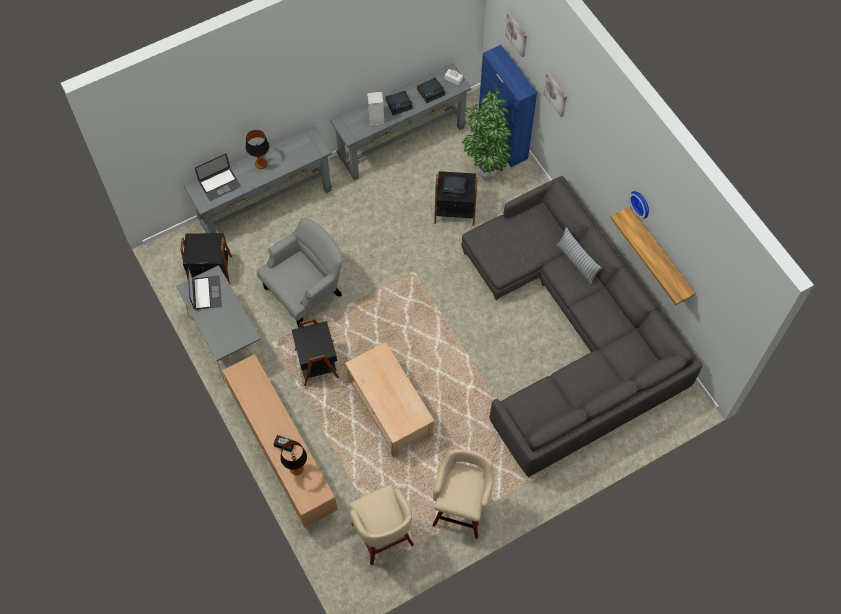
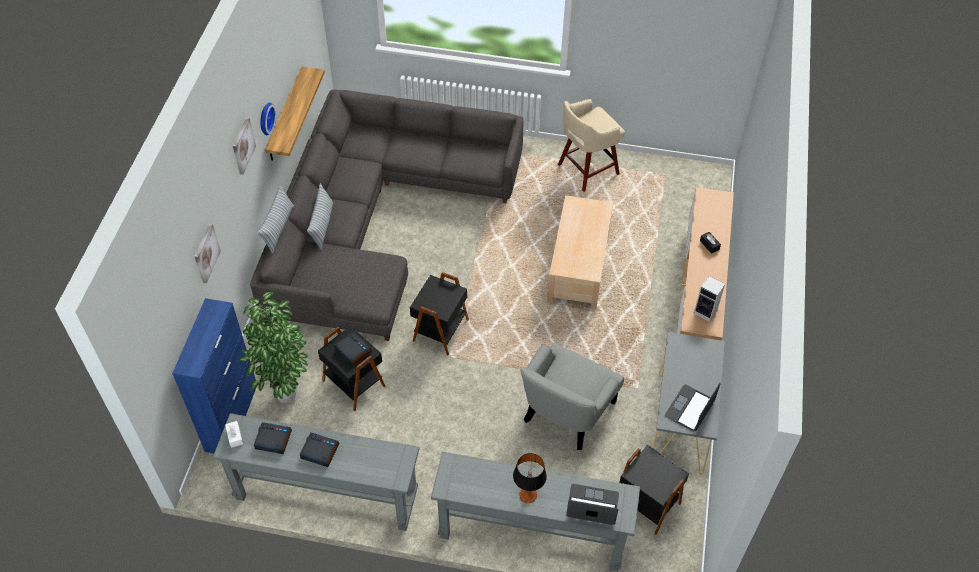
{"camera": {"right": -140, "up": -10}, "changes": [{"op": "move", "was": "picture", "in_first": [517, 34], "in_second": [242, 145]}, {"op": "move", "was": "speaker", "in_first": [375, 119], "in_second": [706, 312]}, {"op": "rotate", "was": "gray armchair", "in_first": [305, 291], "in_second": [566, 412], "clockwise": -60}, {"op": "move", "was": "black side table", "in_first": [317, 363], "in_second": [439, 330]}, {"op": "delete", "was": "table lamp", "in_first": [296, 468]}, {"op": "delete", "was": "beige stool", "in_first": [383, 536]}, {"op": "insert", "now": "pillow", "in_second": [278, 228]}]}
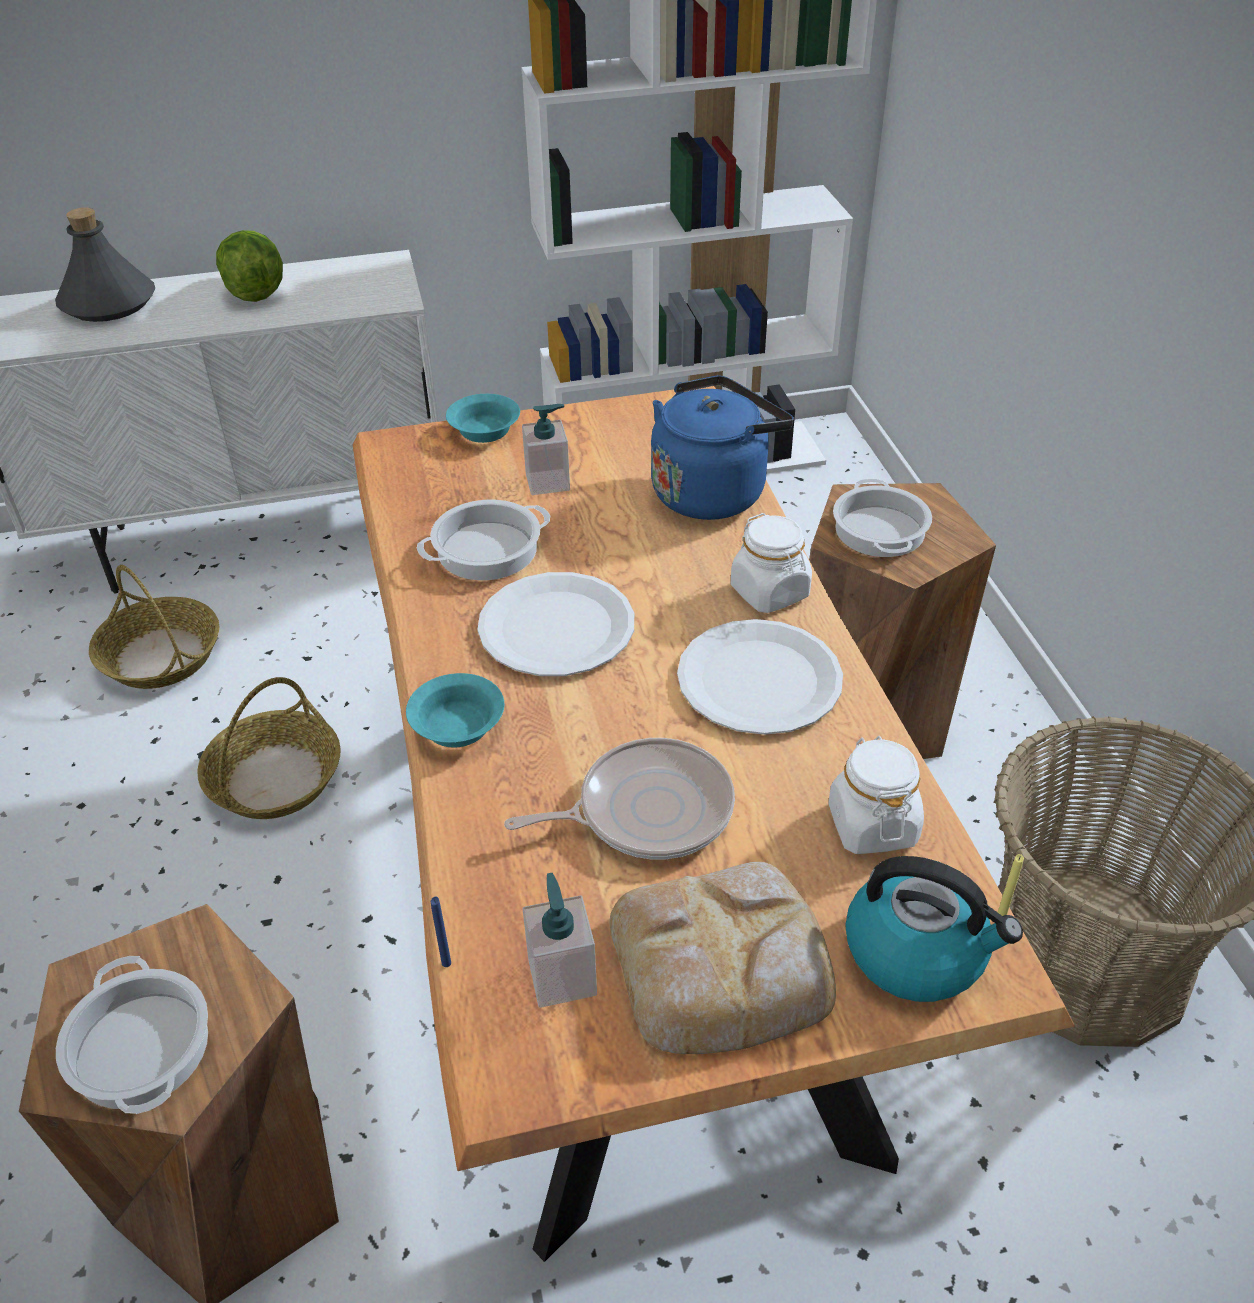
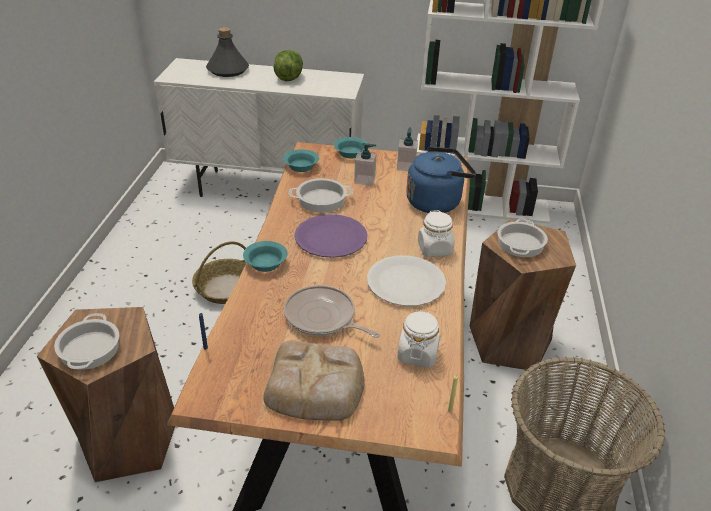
{"camera": {"right": 20, "up": -5}, "changes": [{"op": "delete", "was": "basket", "in_first": [162, 656]}, {"op": "recolor", "was": "whitish flat dish", "now": "purple flat dish", "in_first": [557, 628], "in_second": [331, 238]}, {"op": "rotate", "was": "skillet", "in_first": [647, 810], "in_second": [323, 318], "clockwise": -150}, {"op": "delete", "was": "tea kettle", "in_first": [917, 952]}, {"op": "move", "was": "soap dispenser", "in_first": [562, 976], "in_second": [406, 166]}, {"op": "insert", "now": "blue-green deep dish", "in_second": [302, 166]}]}
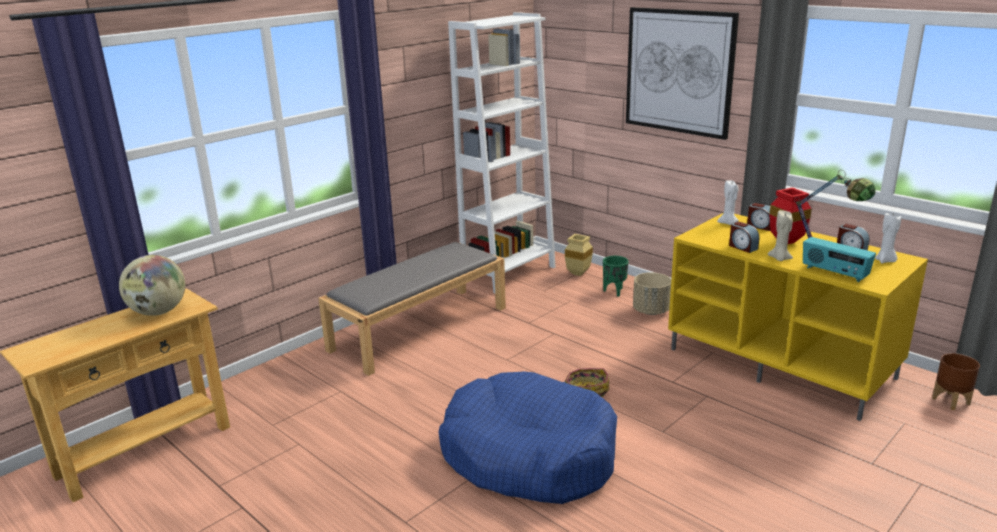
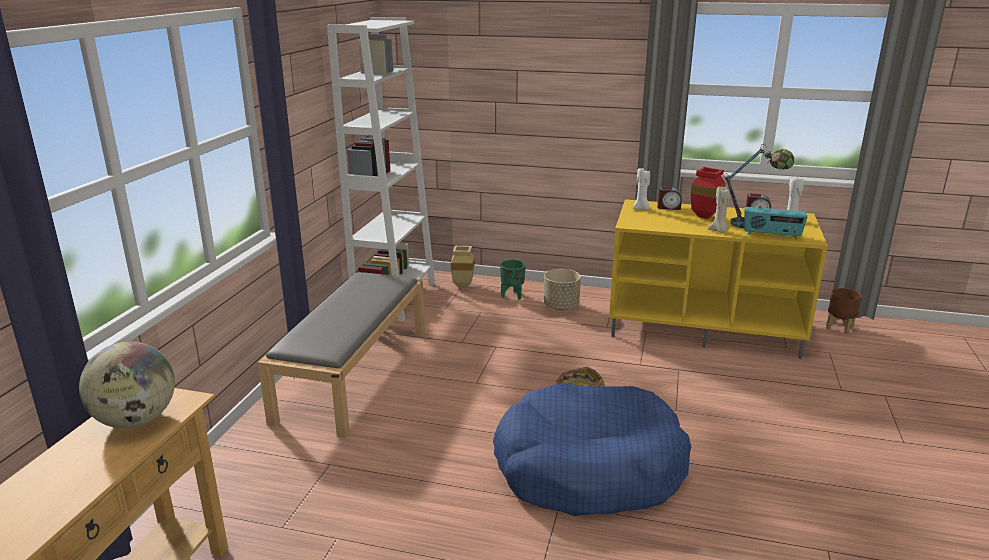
{"camera": {"right": -30, "up": 0}, "changes": [{"op": "delete", "was": "picture", "in_first": [679, 71]}, {"op": "delete", "was": "table clock", "in_first": [742, 247]}]}
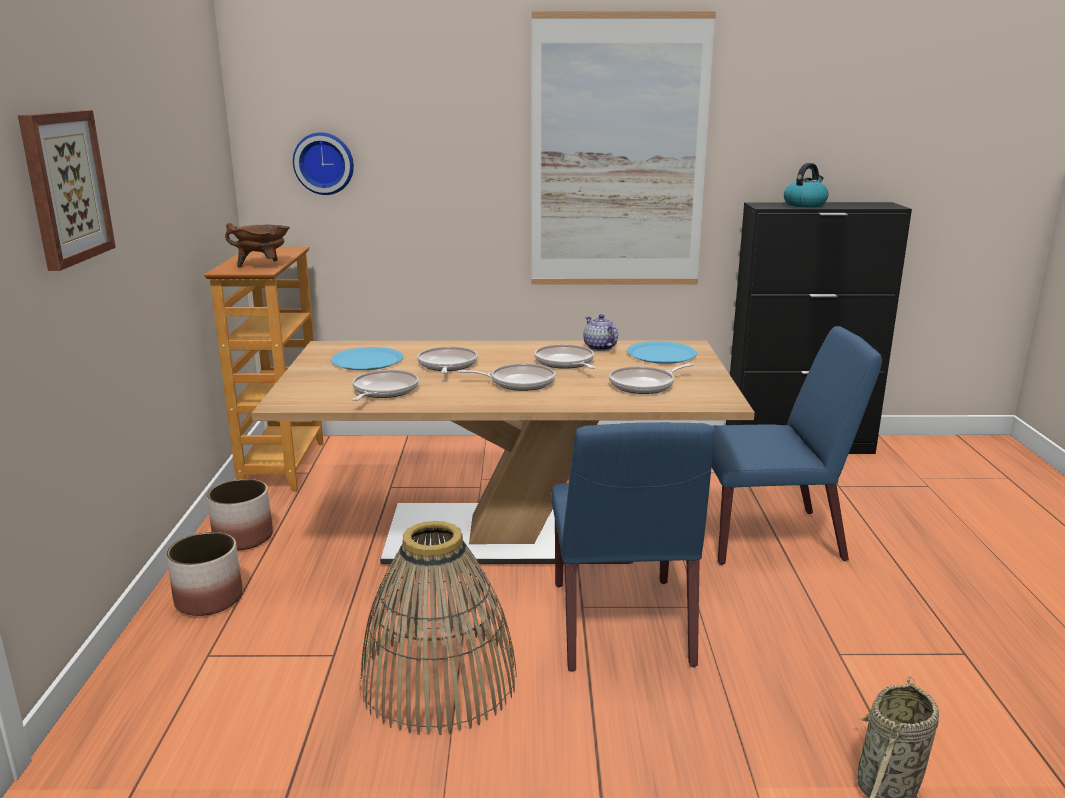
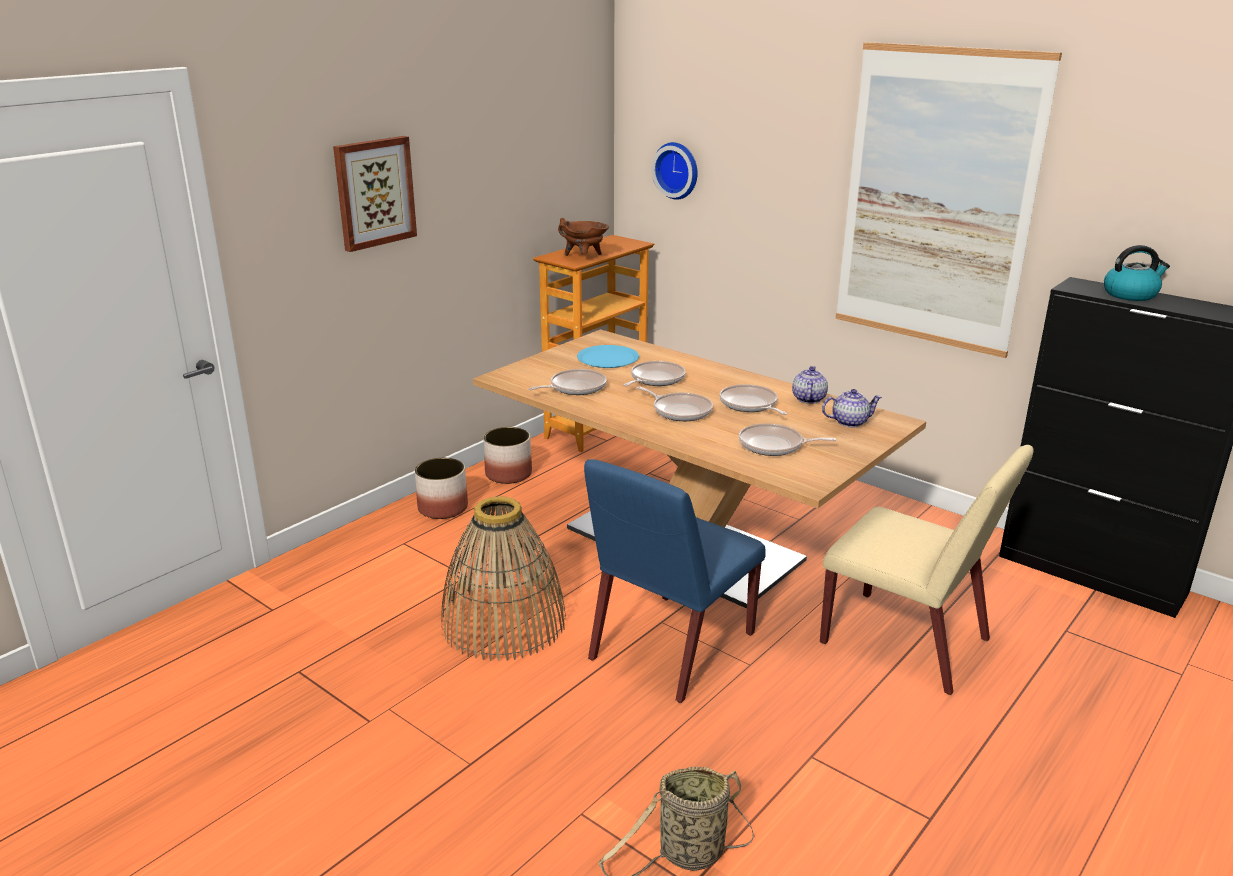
{"camera": {"right": 40, "up": 5}, "changes": [{"op": "recolor", "was": "bluish plain chair", "now": "beige plain chair", "in_first": [769, 537], "in_second": [907, 642]}, {"op": "replace", "was": "bluish flat dish", "now": "teapot", "in_first": [661, 354], "in_second": [850, 422]}, {"op": "rotate", "was": "skillet", "in_first": [565, 363], "in_second": [750, 405], "clockwise": -45}]}
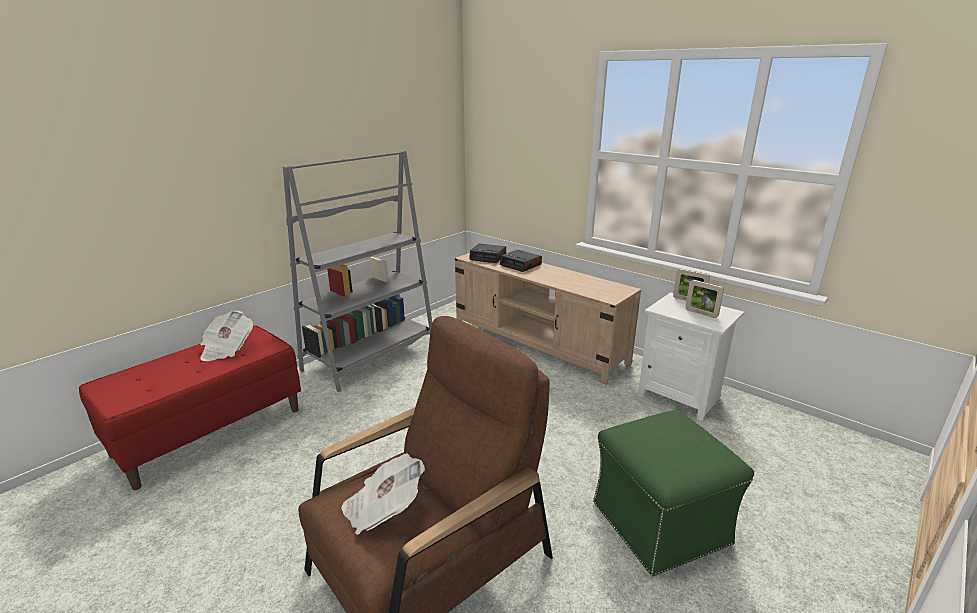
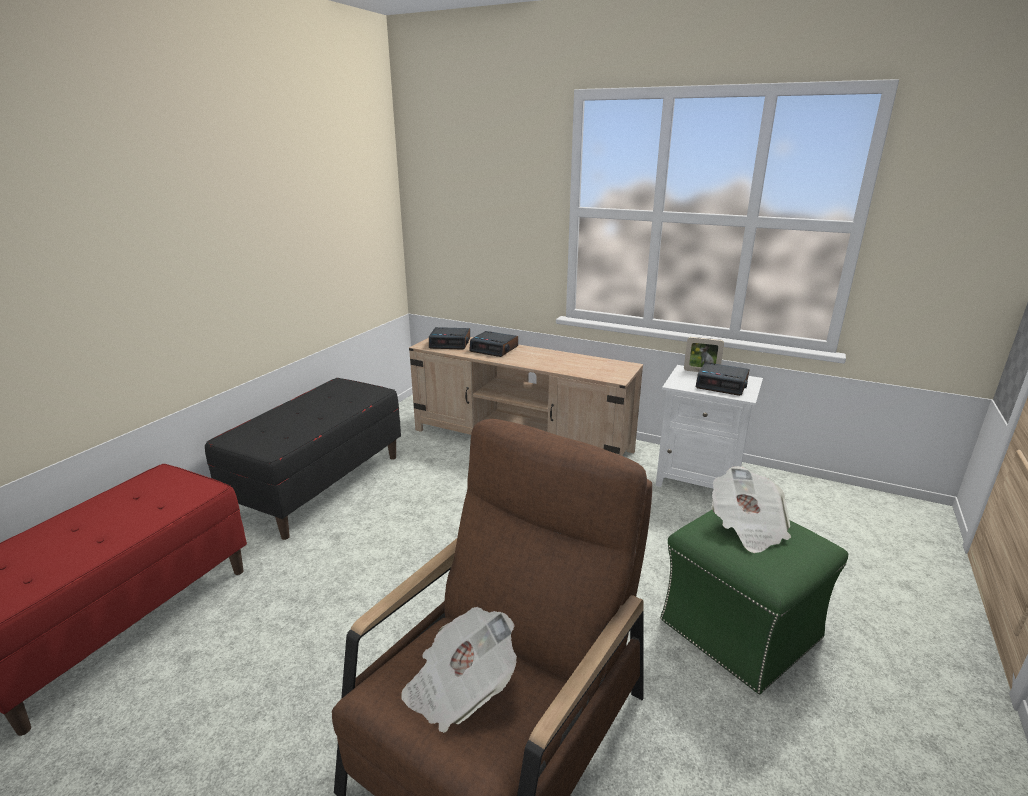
{"camera": {"right": -15, "up": 0}, "changes": [{"op": "replace", "was": "gray bookshelf", "now": "black bench", "in_first": [371, 357], "in_second": [319, 485]}, {"op": "replace", "was": "standing frame", "now": "table clock", "in_first": [701, 313], "in_second": [722, 384]}, {"op": "move", "was": "newspaper", "in_first": [227, 349], "in_second": [747, 527]}]}
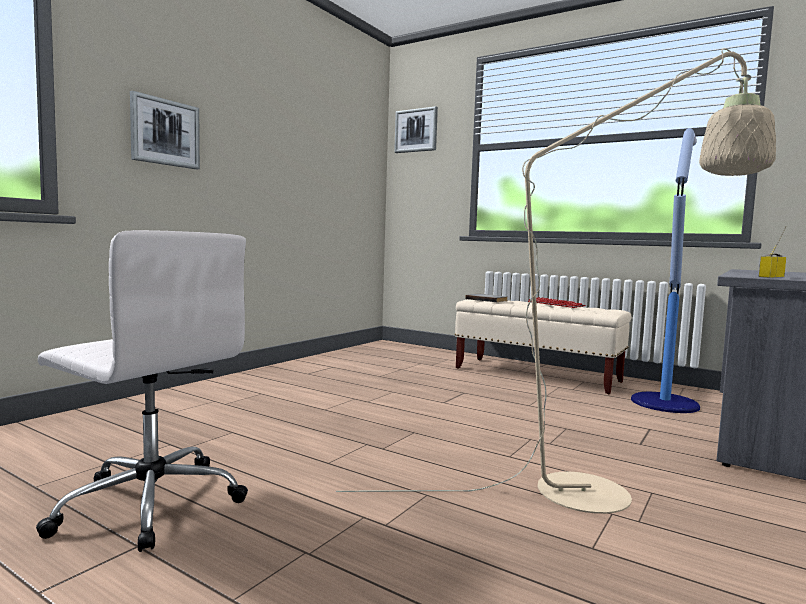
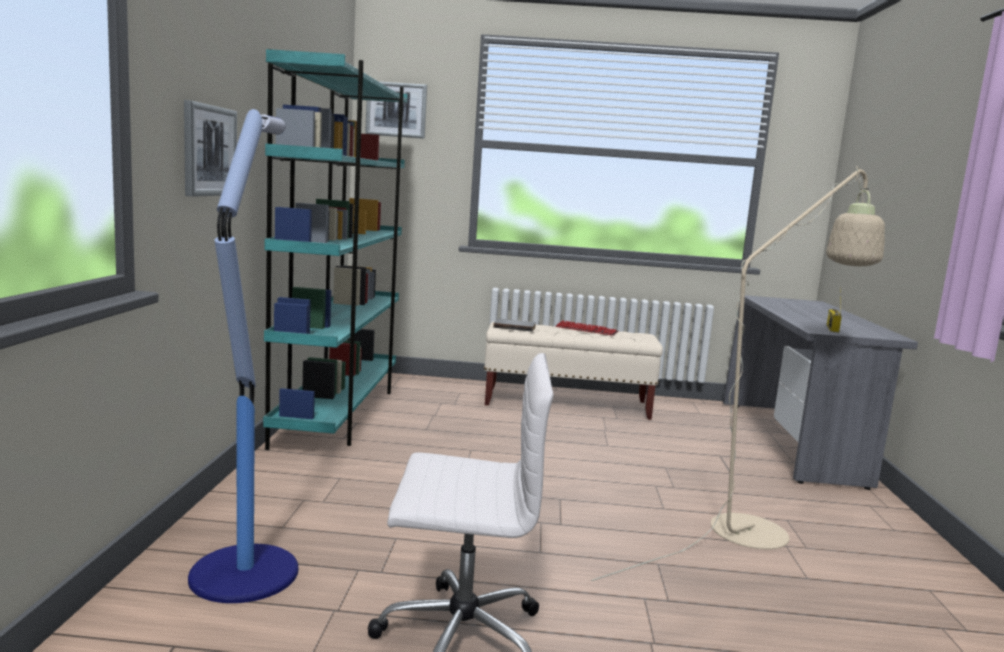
{"camera": {"right": -30, "up": 5}, "changes": [{"op": "move", "was": "standard lamp", "in_first": [664, 402], "in_second": [245, 570]}, {"op": "insert", "now": "blue-green bookshelf", "in_second": [339, 413]}]}
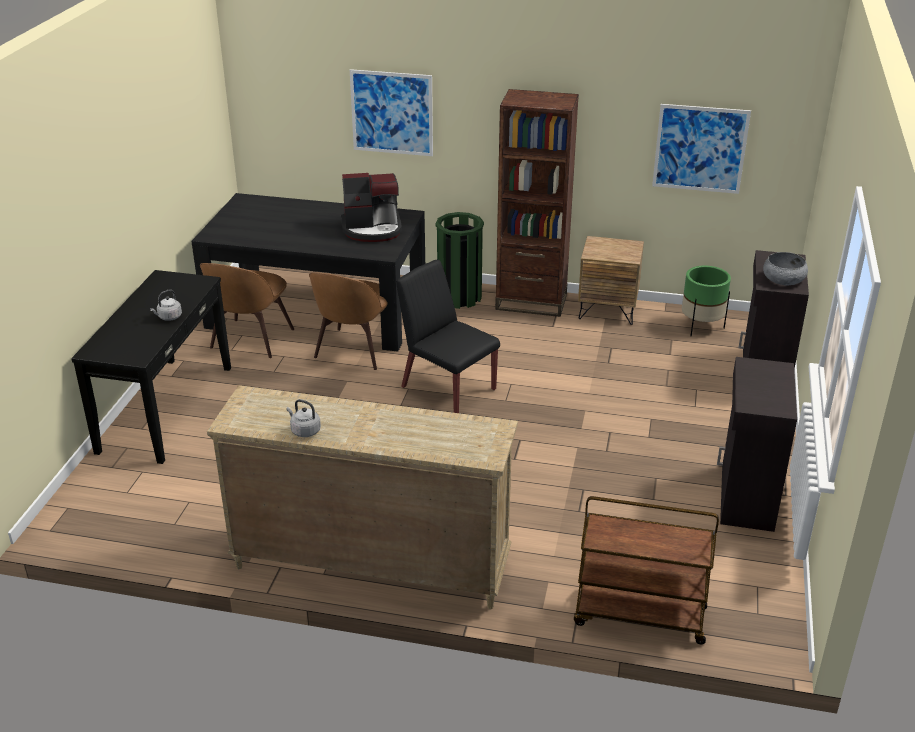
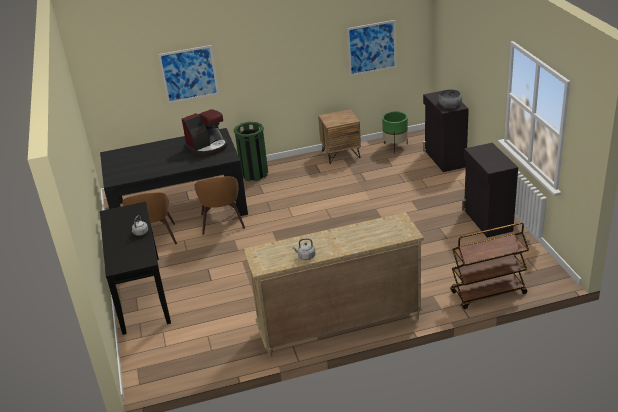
{"camera": {"right": -25, "up": 0}, "changes": [{"op": "delete", "was": "brown bookshelf", "in_first": [531, 302]}, {"op": "delete", "was": "black plain chair", "in_first": [447, 388]}]}
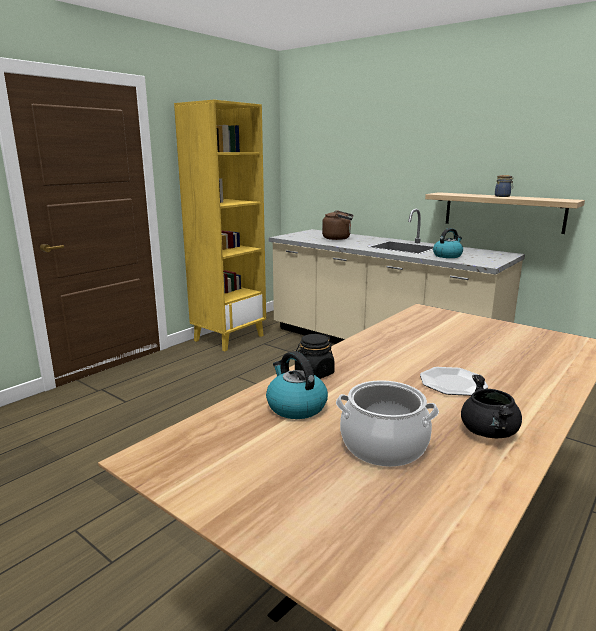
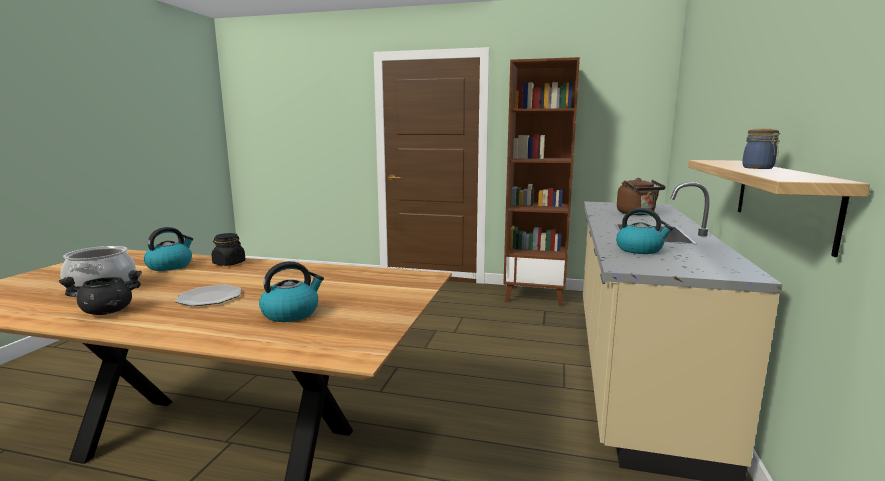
{"camera": {"right": 65, "up": -5}, "changes": [{"op": "recolor", "was": "yellowish bookshelf", "now": "brown bookshelf", "in_first": [229, 338], "in_second": [535, 296]}, {"op": "insert", "now": "tea kettle", "in_second": [291, 313]}]}
